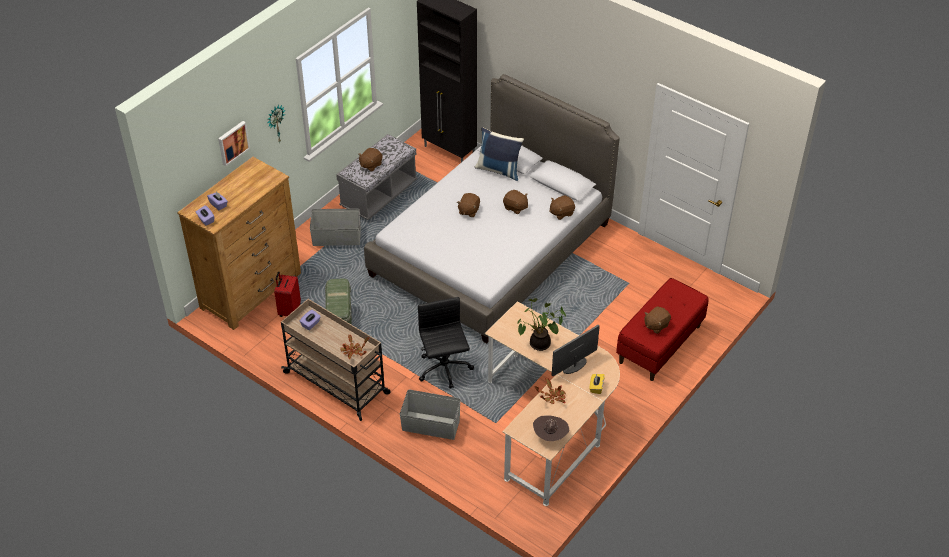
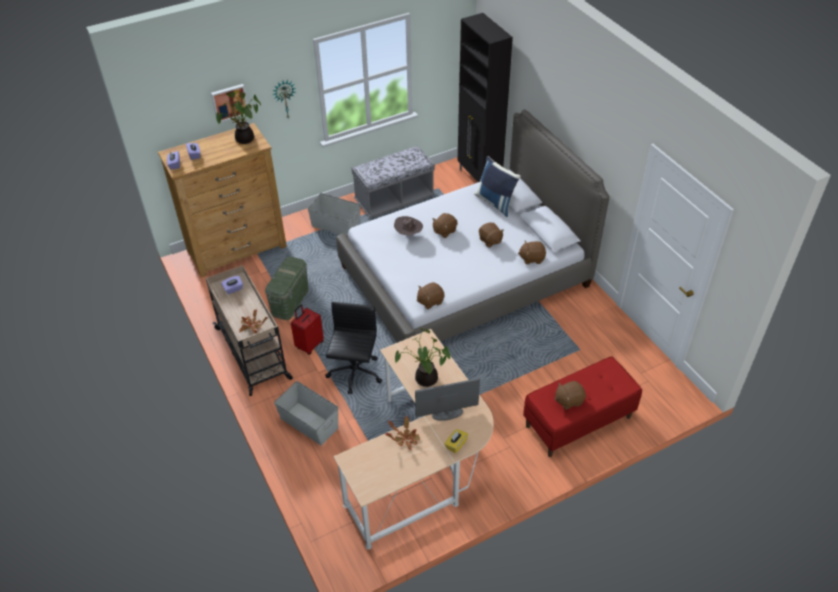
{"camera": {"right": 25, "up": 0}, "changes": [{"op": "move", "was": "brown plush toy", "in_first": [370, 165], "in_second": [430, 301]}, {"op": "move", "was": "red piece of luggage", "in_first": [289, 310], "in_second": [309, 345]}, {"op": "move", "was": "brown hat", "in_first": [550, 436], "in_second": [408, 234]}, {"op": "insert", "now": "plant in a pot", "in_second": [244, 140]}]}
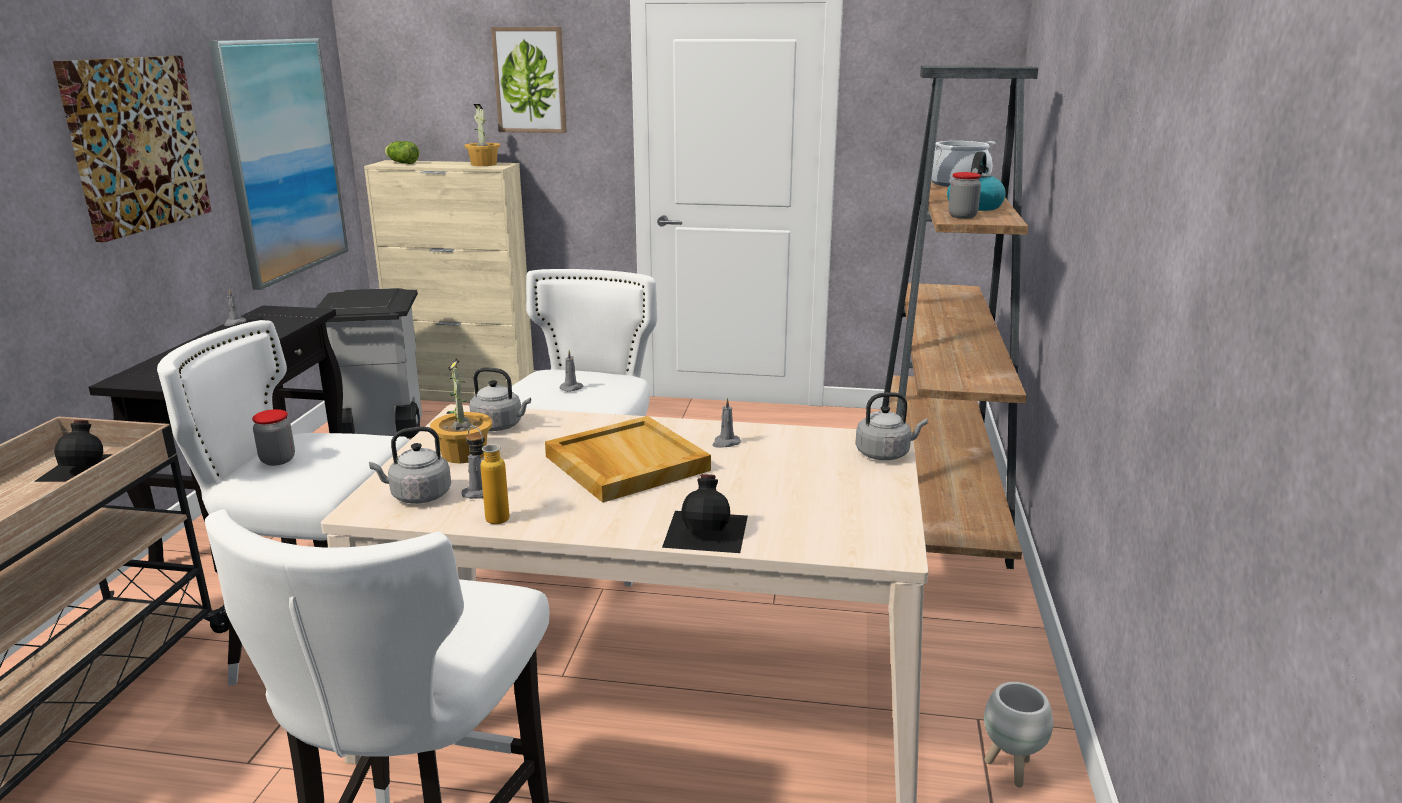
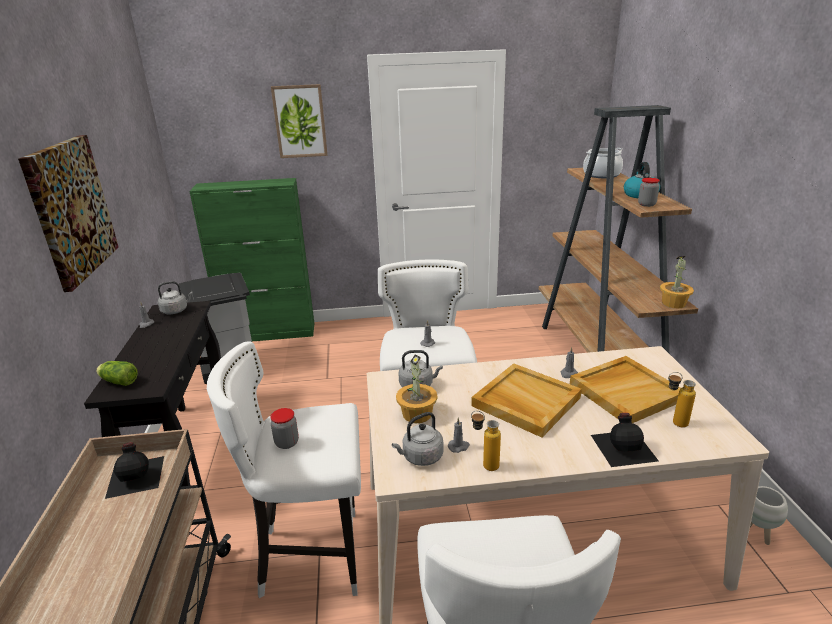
{"camera": {"right": -15, "up": 5}, "changes": [{"op": "delete", "was": "picture", "in_first": [283, 159]}, {"op": "move", "was": "plant in a pot", "in_first": [483, 164], "in_second": [674, 303]}, {"op": "move", "was": "head of lettuce", "in_first": [401, 162], "in_second": [118, 381]}, {"op": "recolor", "was": "beige cabinet", "now": "green cabinet", "in_first": [465, 394], "in_second": [270, 333]}, {"op": "move", "was": "gray tea kettle", "in_first": [885, 454], "in_second": [176, 310]}, {"op": "insert", "now": "beige tray", "in_second": [625, 391]}, {"op": "insert", "now": "drink bottle", "in_second": [673, 423]}]}
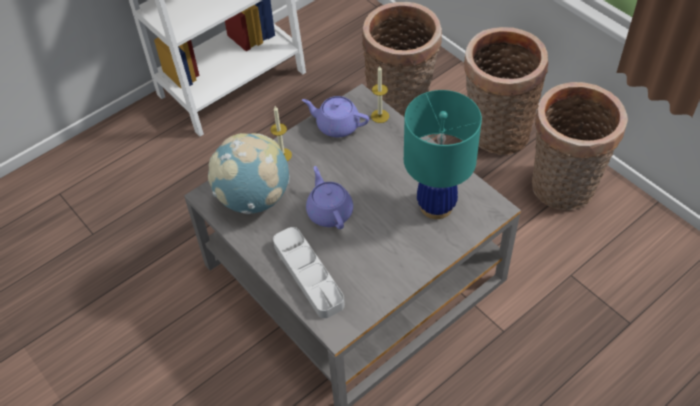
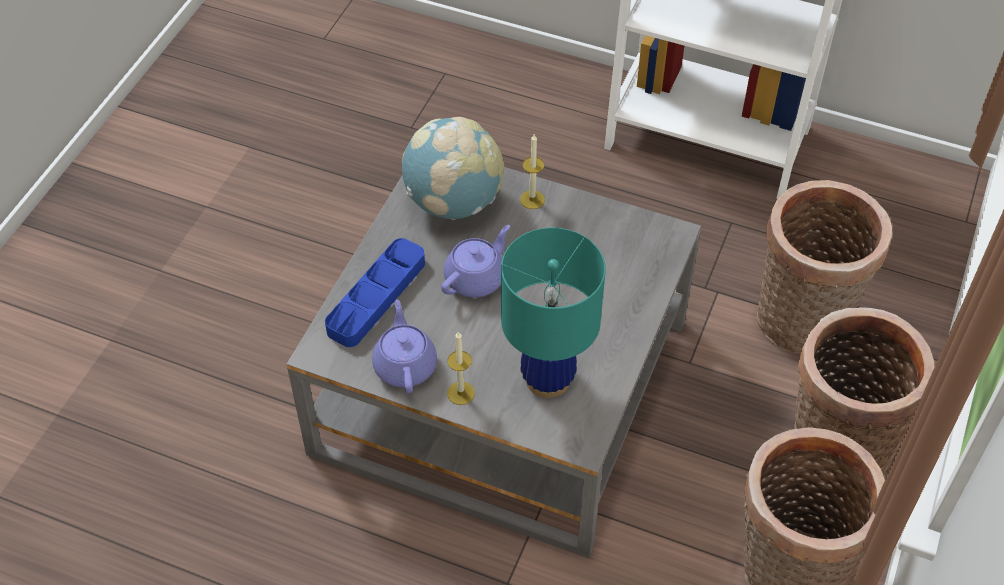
{"camera": {"right": 60, "up": 0}, "changes": [{"op": "move", "was": "wax candle", "in_first": [380, 116], "in_second": [461, 393]}, {"op": "move", "was": "purple teapot", "in_first": [337, 125], "in_second": [405, 365]}, {"op": "recolor", "was": "gray tray", "now": "bluish tray", "in_first": [308, 275], "in_second": [376, 296]}]}
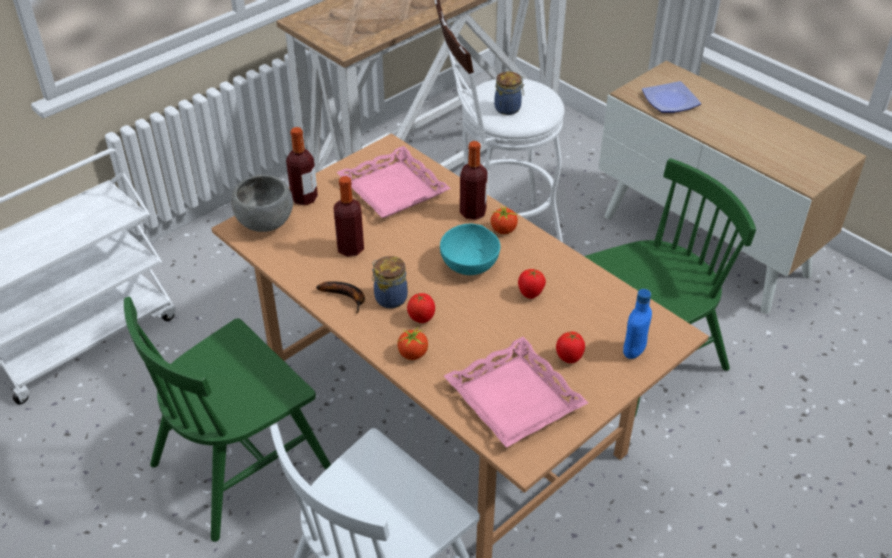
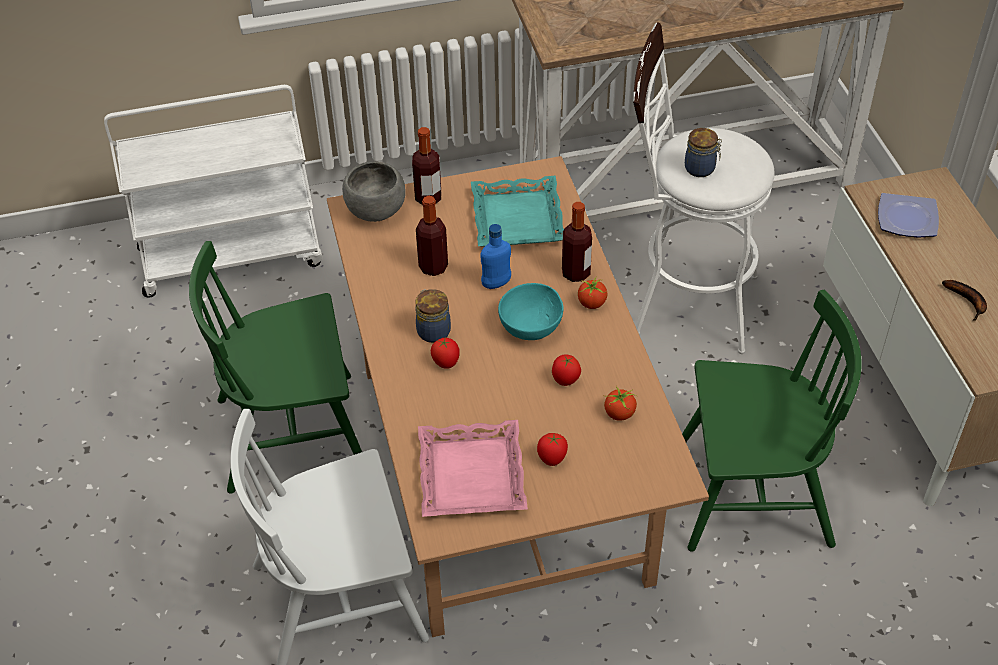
{"camera": {"right": 30, "up": 5}, "changes": [{"op": "recolor", "was": "pink tray", "now": "blue-green tray", "in_first": [392, 189], "in_second": [516, 219]}, {"op": "move", "was": "banana", "in_first": [346, 297], "in_second": [968, 302]}, {"op": "move", "was": "bluish drink bottle", "in_first": [634, 351], "in_second": [496, 283]}, {"op": "move", "was": "tomato", "in_first": [412, 354], "in_second": [619, 414]}]}
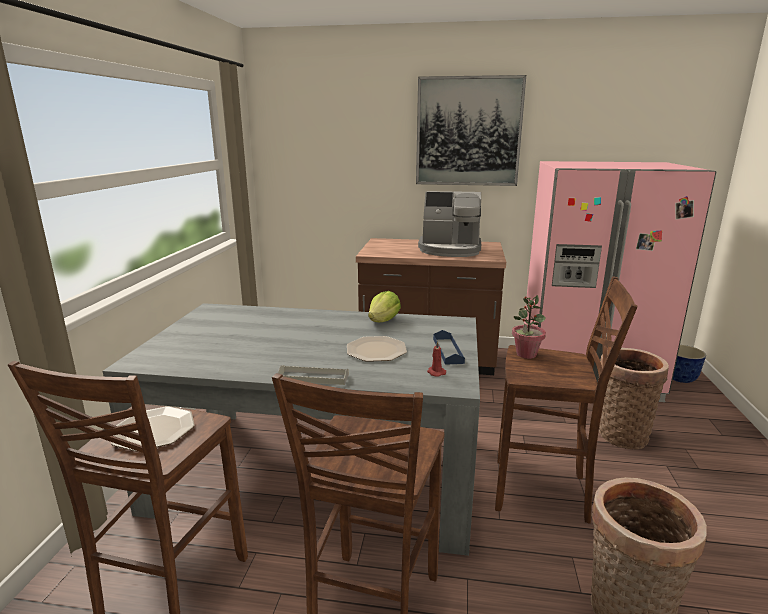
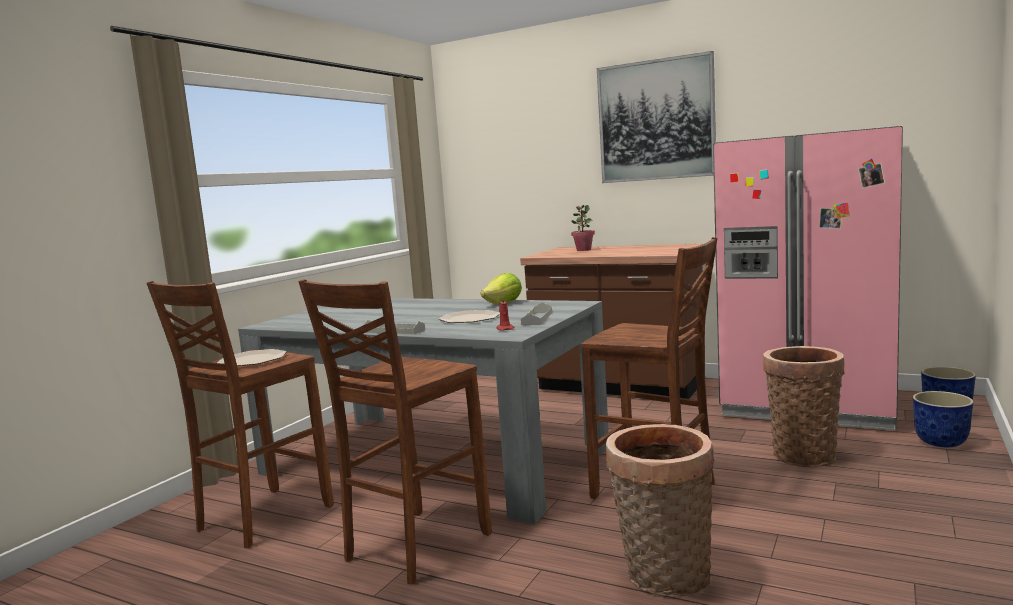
{"camera": {"right": 20, "up": -10}, "changes": [{"op": "delete", "was": "coffee machine", "in_first": [450, 250]}, {"op": "move", "was": "plant in a pot", "in_first": [526, 354], "in_second": [583, 250]}, {"op": "recolor", "was": "bluish tray", "now": "gray tray", "in_first": [448, 351], "in_second": [537, 318]}, {"op": "insert", "now": "plant pot", "in_second": [942, 443]}]}
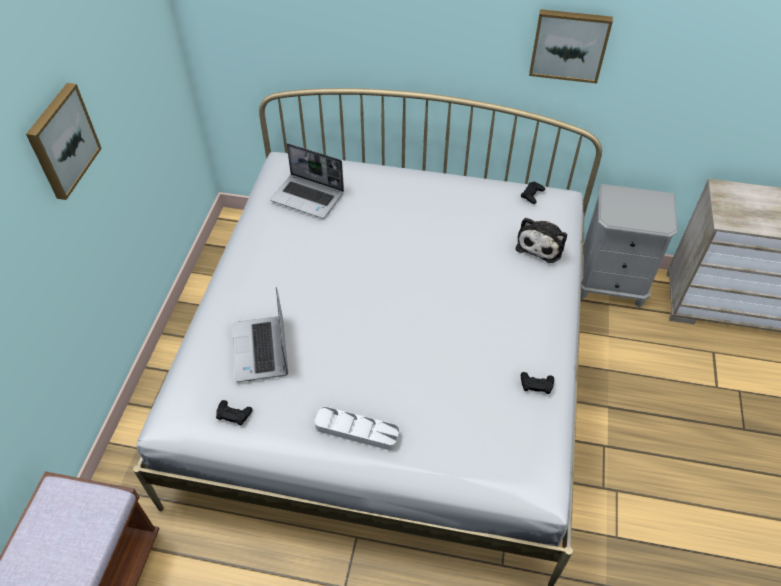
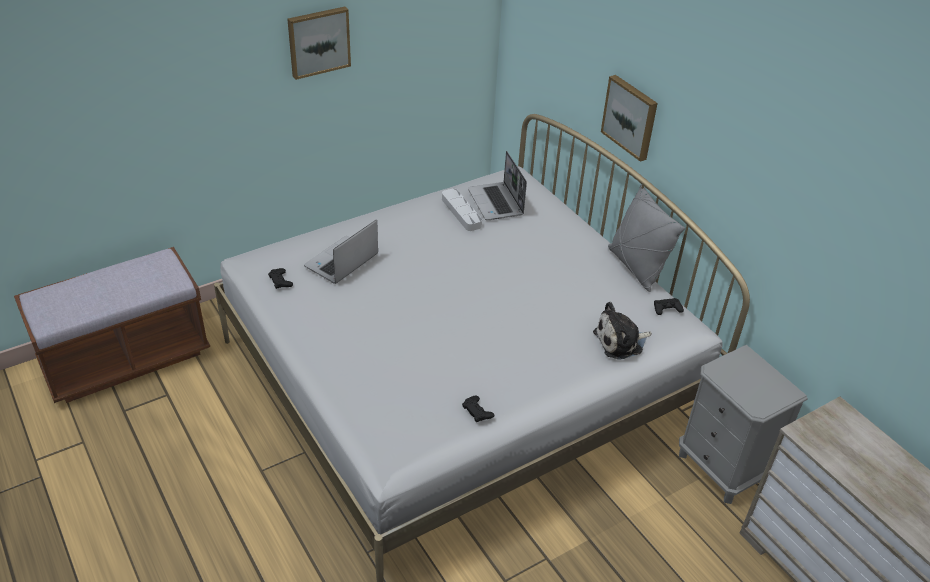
{"camera": {"right": 45, "up": -10}, "changes": [{"op": "move", "was": "picture", "in_first": [569, 45], "in_second": [631, 117]}, {"op": "move", "was": "gray tray", "in_first": [357, 430], "in_second": [461, 212]}, {"op": "insert", "now": "gray pillow", "in_second": [636, 267]}]}
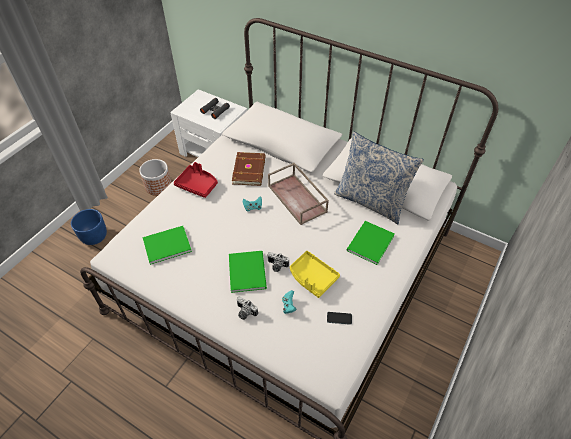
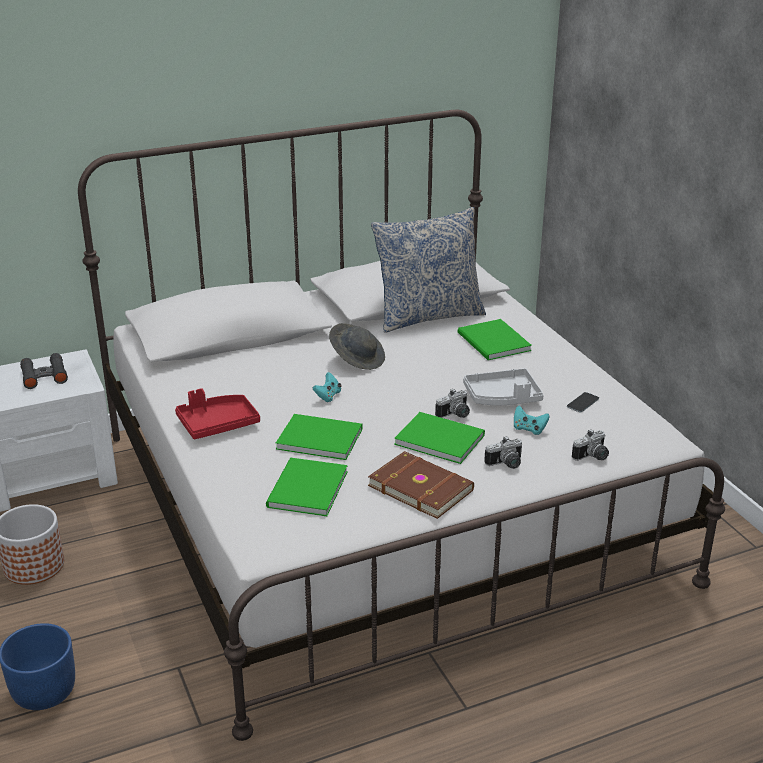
{"camera": {"right": -55, "up": -20}, "changes": [{"op": "move", "was": "brown volume", "in_first": [250, 170], "in_second": [421, 487]}, {"op": "replace", "was": "brown tray", "now": "gray hat", "in_first": [298, 199], "in_second": [357, 359]}, {"op": "recolor", "was": "yellowish tray", "now": "gray tray", "in_first": [312, 277], "in_second": [502, 397]}, {"op": "insert", "now": "green volume", "in_second": [318, 437]}, {"op": "insert", "now": "photo camera", "in_second": [592, 457]}]}
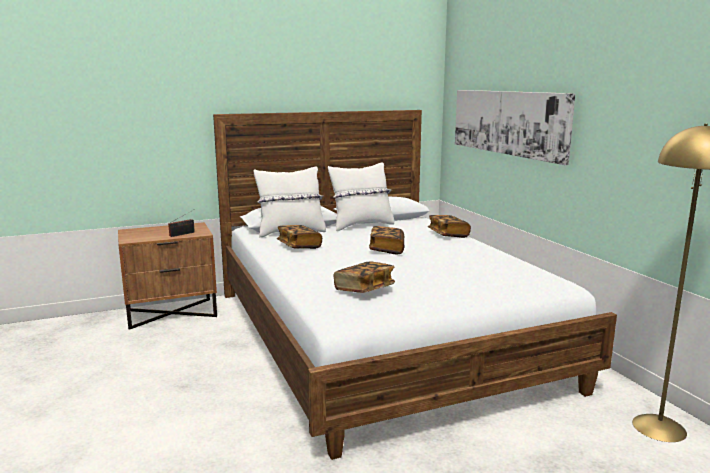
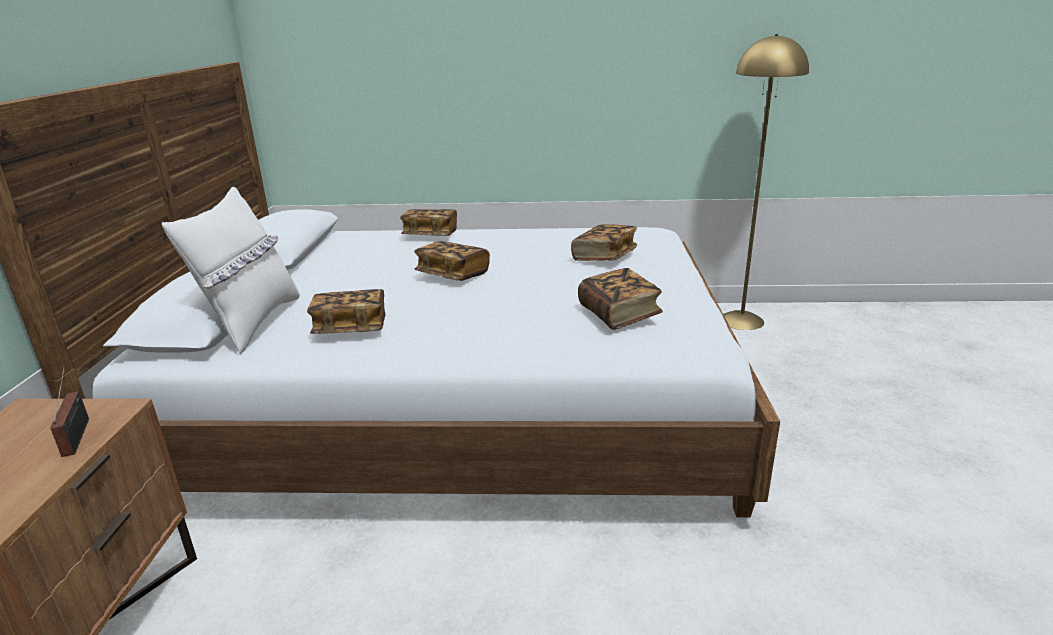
{"camera": {"right": -65, "up": 10}, "changes": [{"op": "delete", "was": "picture", "in_first": [507, 122]}, {"op": "delete", "was": "whitish pillow", "in_first": [361, 225]}, {"op": "insert", "now": "volume", "in_second": [604, 257]}]}
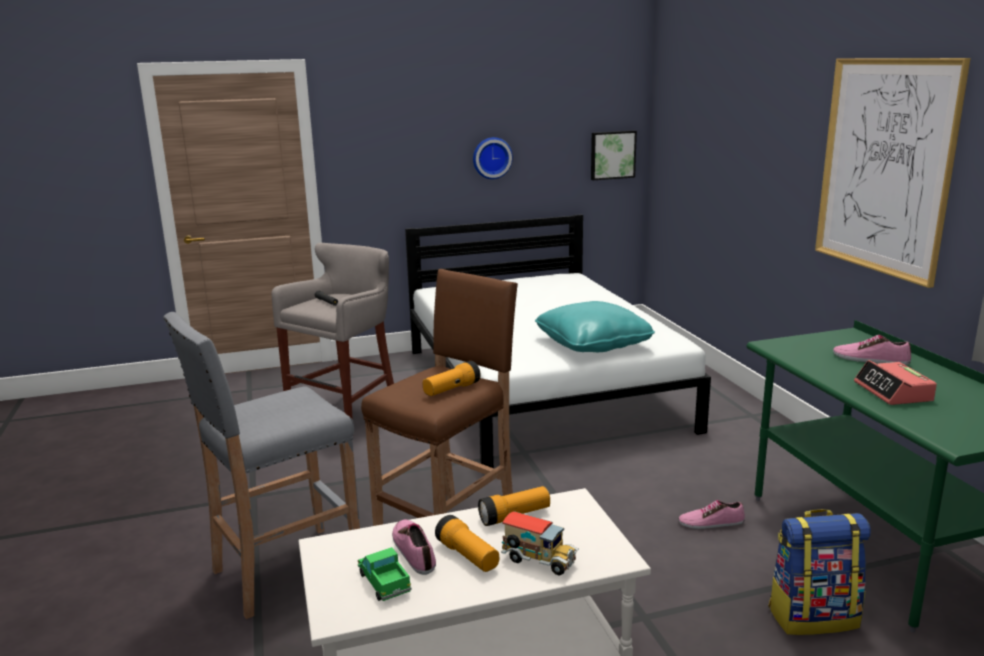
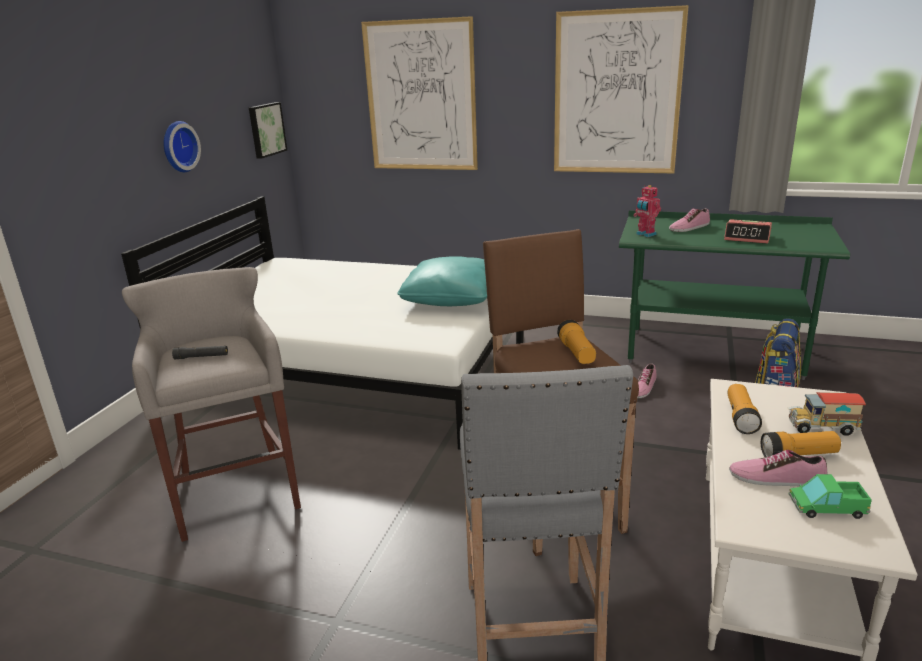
{"camera": {"right": -55, "up": 5}, "changes": [{"op": "rotate", "was": "model truck", "in_first": [539, 562], "in_second": [821, 428], "clockwise": -150}, {"op": "insert", "now": "picture", "in_second": [421, 96]}, {"op": "insert", "now": "toy robot", "in_second": [645, 234]}]}
